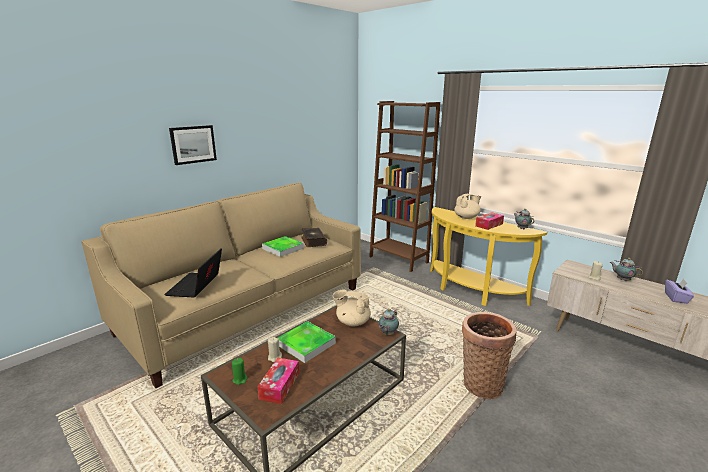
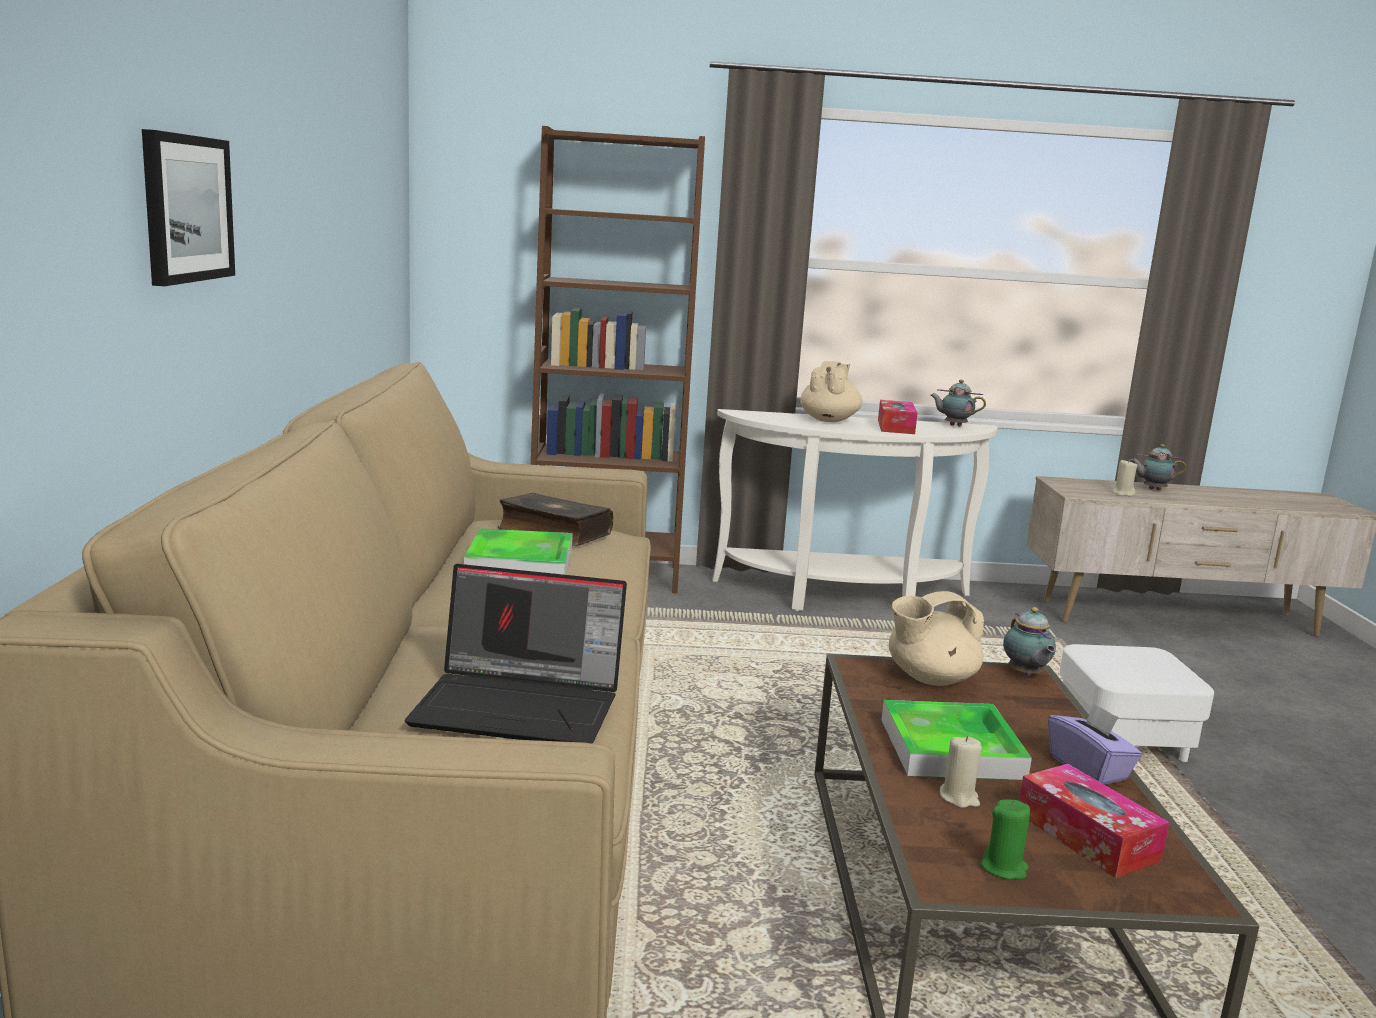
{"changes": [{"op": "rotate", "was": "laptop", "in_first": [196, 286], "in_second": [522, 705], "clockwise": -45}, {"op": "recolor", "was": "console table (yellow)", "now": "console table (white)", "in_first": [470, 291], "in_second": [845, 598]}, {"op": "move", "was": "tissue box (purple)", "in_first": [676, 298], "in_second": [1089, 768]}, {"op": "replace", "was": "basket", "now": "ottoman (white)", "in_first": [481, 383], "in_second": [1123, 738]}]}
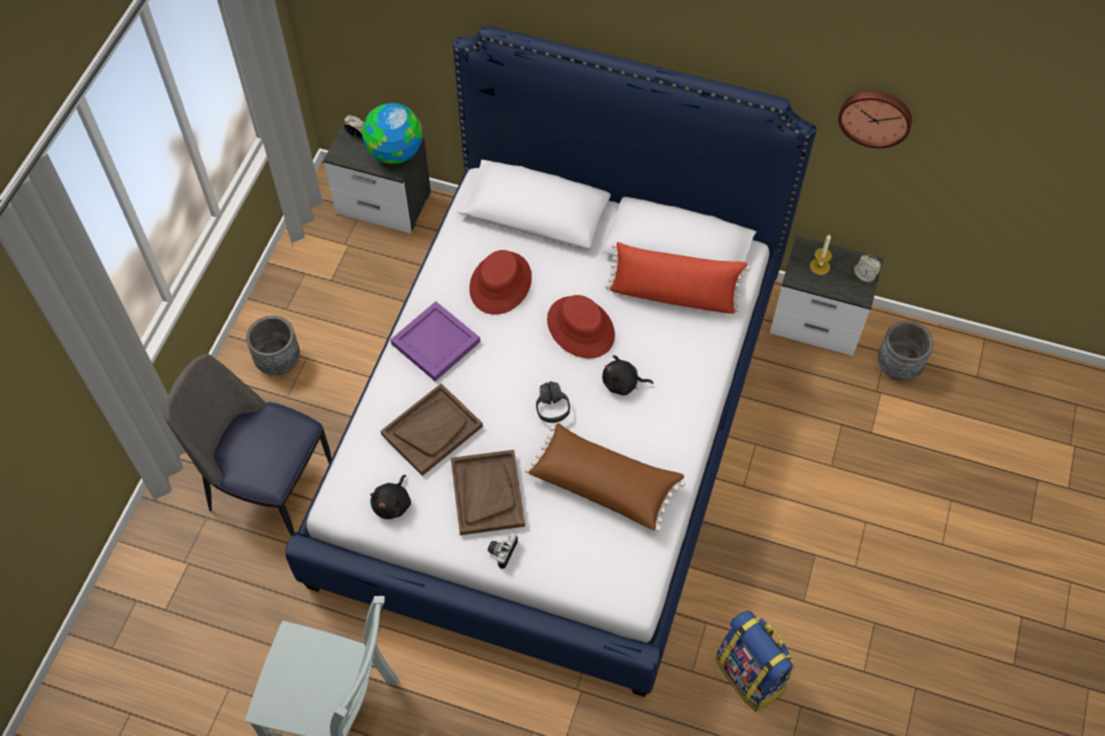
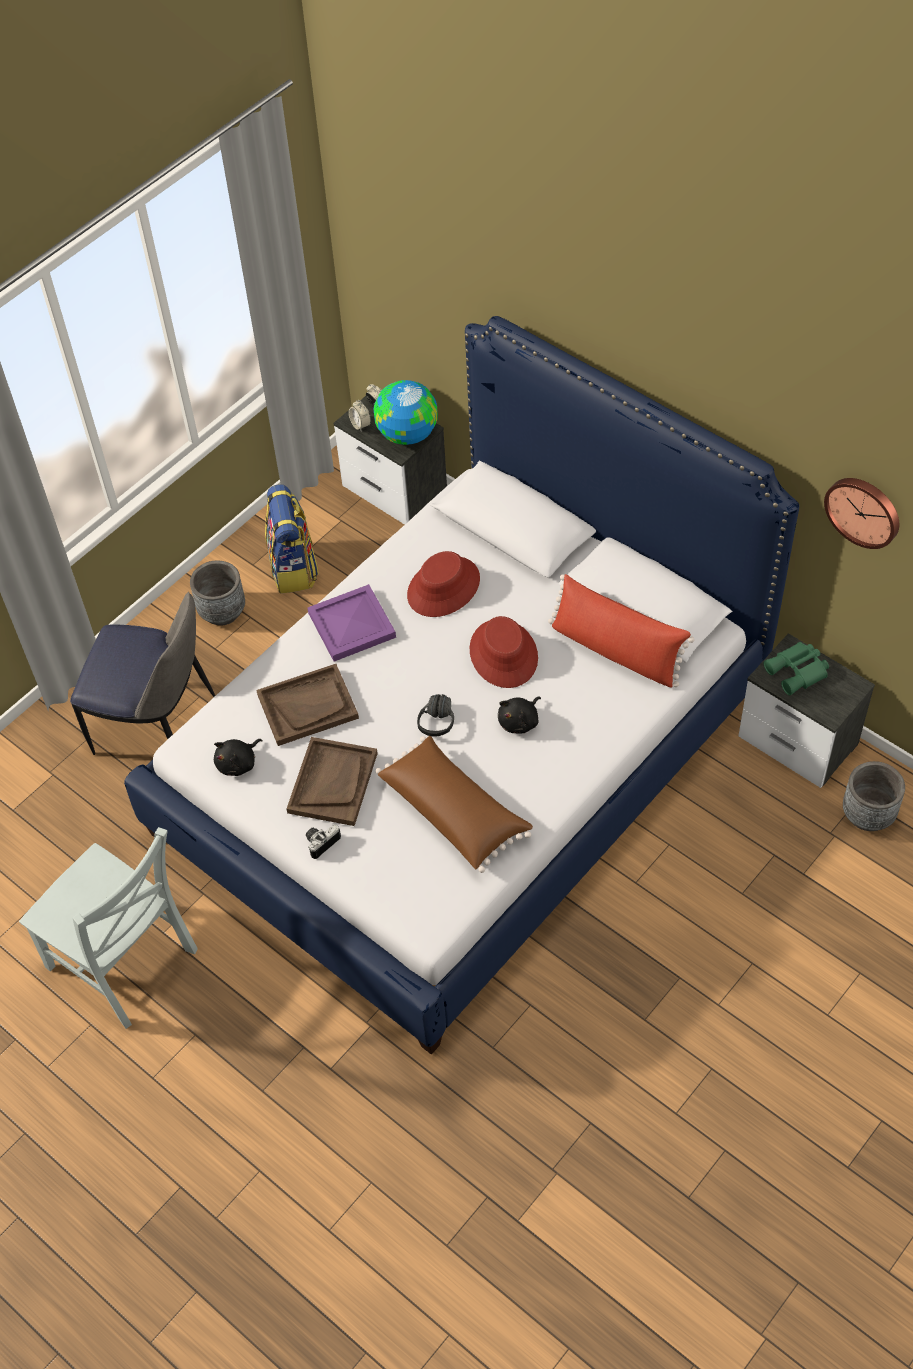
{"changes": [{"op": "rotate", "was": "chair", "in_first": [268, 486], "in_second": [159, 727], "clockwise": 150}, {"op": "move", "was": "backpack", "in_first": [751, 674], "in_second": [294, 568]}, {"op": "move", "was": "alarm clock", "in_first": [864, 276], "in_second": [360, 425]}, {"op": "rotate", "was": "plush toy (black)", "in_first": [622, 383], "in_second": [520, 721], "clockwise": -75}, {"op": "replace", "was": "candle", "now": "binoculars (green)", "in_first": [819, 266], "in_second": [798, 672]}]}
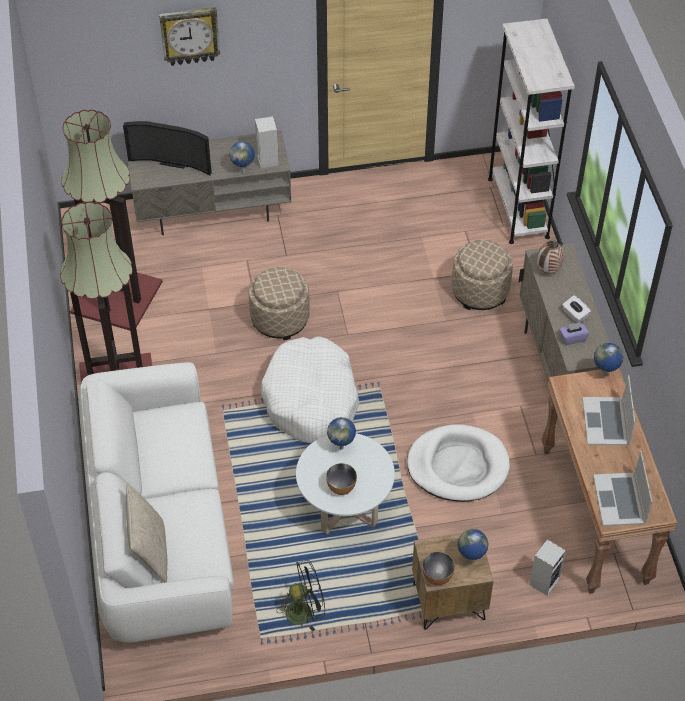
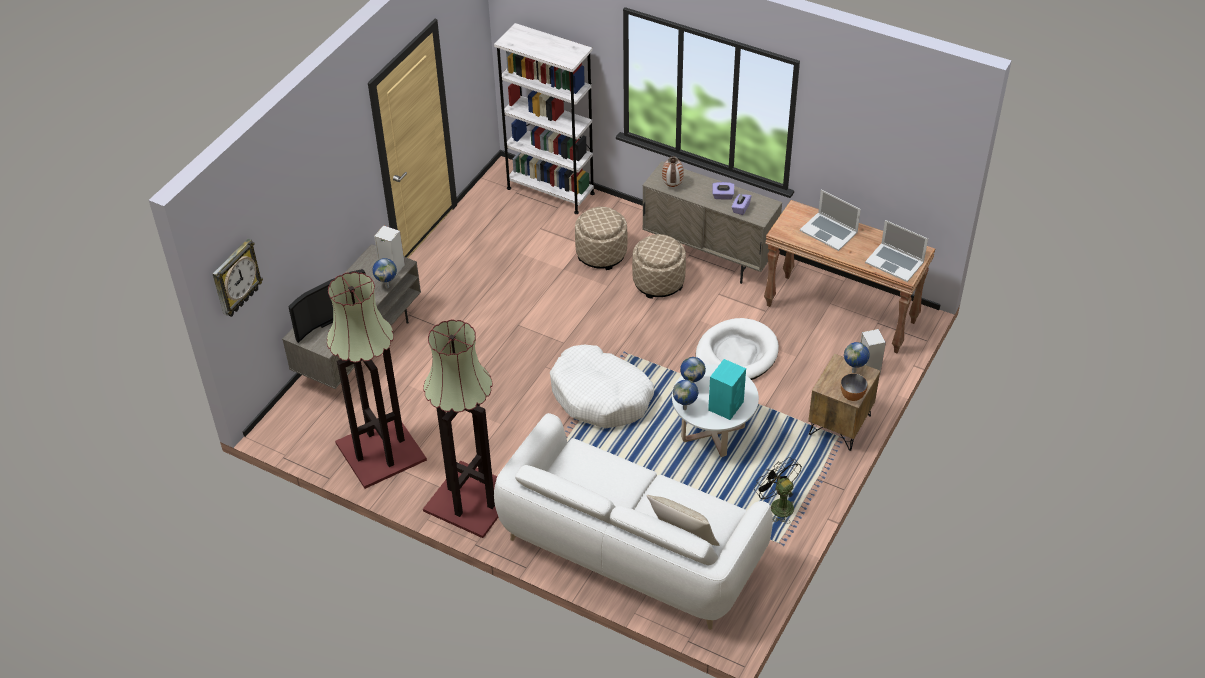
{"changes": [{"op": "move", "was": "wall clock", "in_first": [190, 35], "in_second": [235, 278]}, {"op": "move", "was": "ottoman (beige)", "in_first": [280, 319], "in_second": [658, 282]}, {"op": "move", "was": "globe", "in_first": [605, 375], "in_second": [685, 408]}, {"op": "replace", "was": "bowl", "now": "speaker (turquoise)", "in_first": [341, 487], "in_second": [726, 405]}, {"op": "recolor", "was": "tissue box (white)", "now": "tissue box (purple)", "in_first": [575, 315], "in_second": [723, 196]}, {"op": "rotate", "was": "fan (black)", "in_first": [304, 610], "in_second": [777, 505], "clockwise": -60}]}
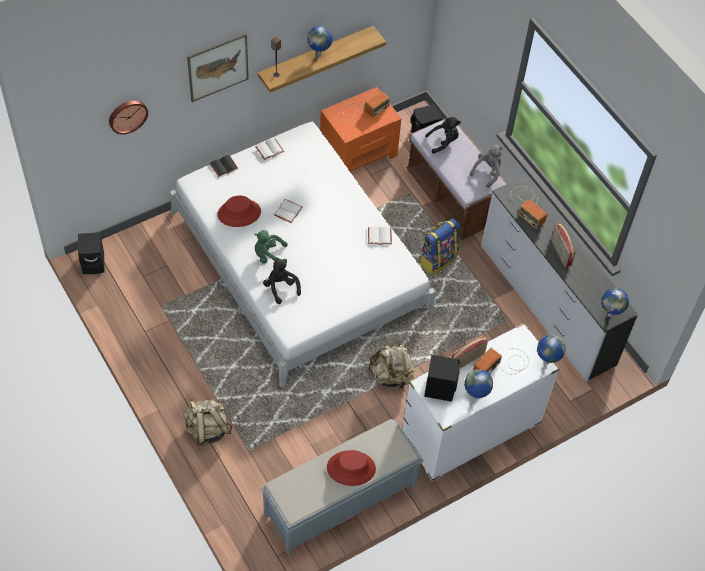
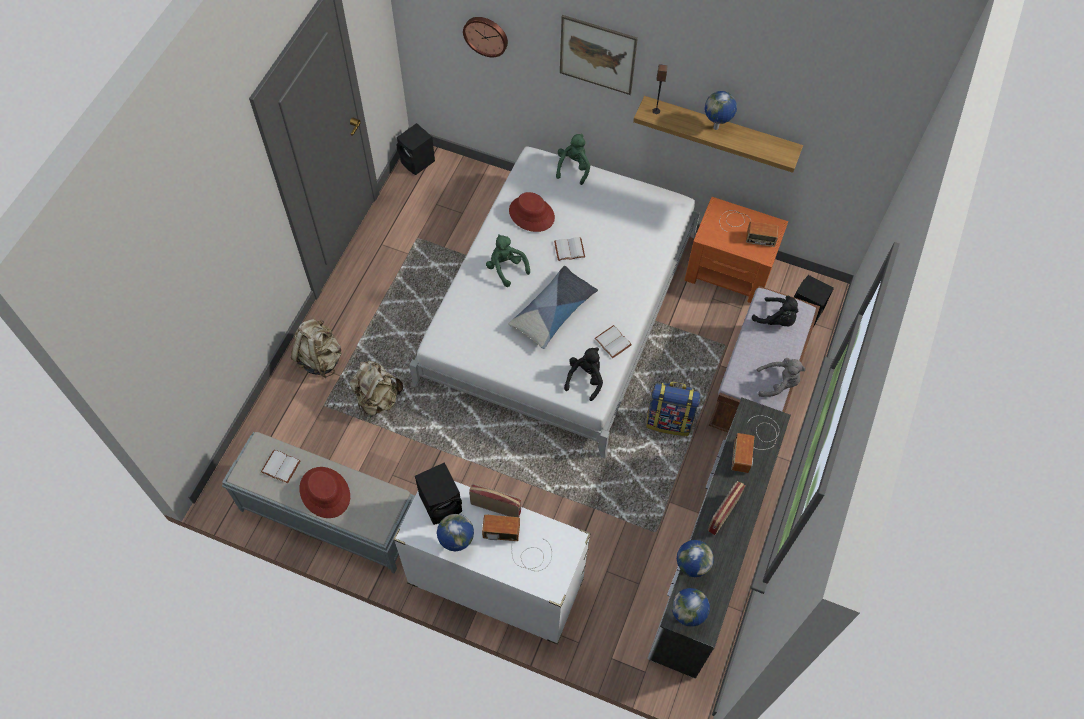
{"changes": [{"op": "move", "was": "book (white)", "in_first": [269, 150], "in_second": [280, 467]}, {"op": "move", "was": "backpack (beige)", "in_first": [391, 376], "in_second": [377, 398]}, {"op": "insert", "now": "pillow", "in_second": [553, 312]}, {"op": "replace", "was": "book (black)", "now": "plush toy (green)", "in_first": [223, 166], "in_second": [573, 168]}, {"op": "move", "was": "plush toy (black)", "in_first": [281, 287], "in_second": [585, 379]}, {"op": "move", "was": "globe", "in_first": [546, 362], "in_second": [689, 568]}]}
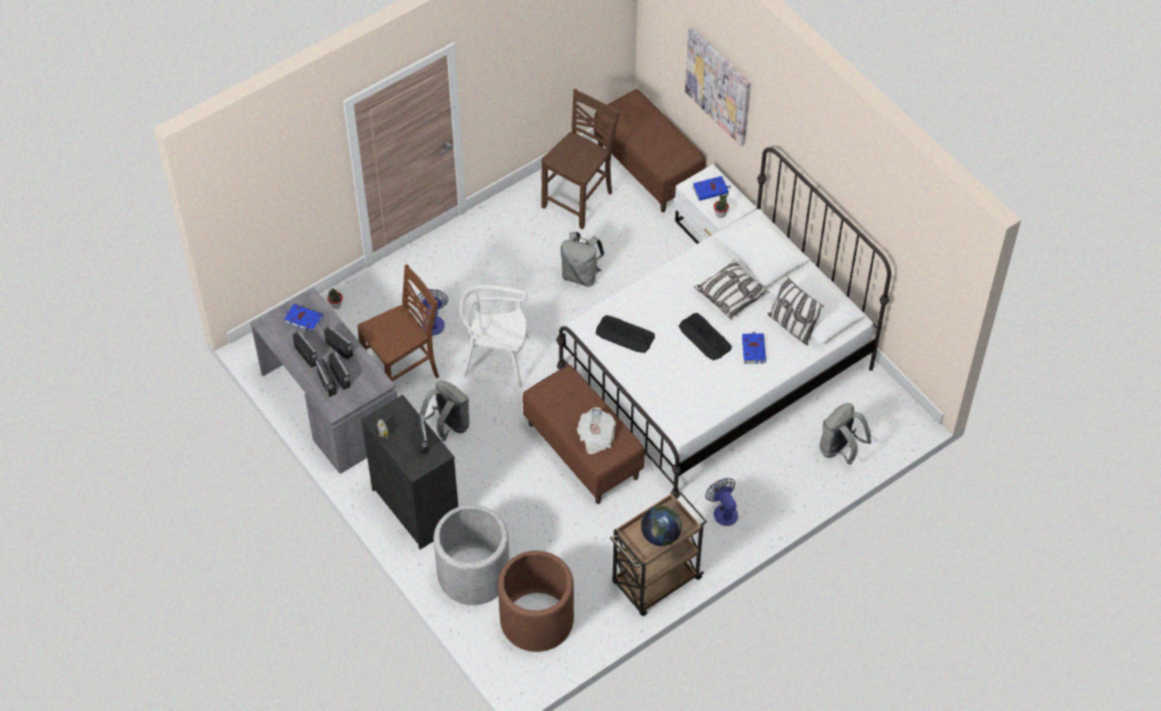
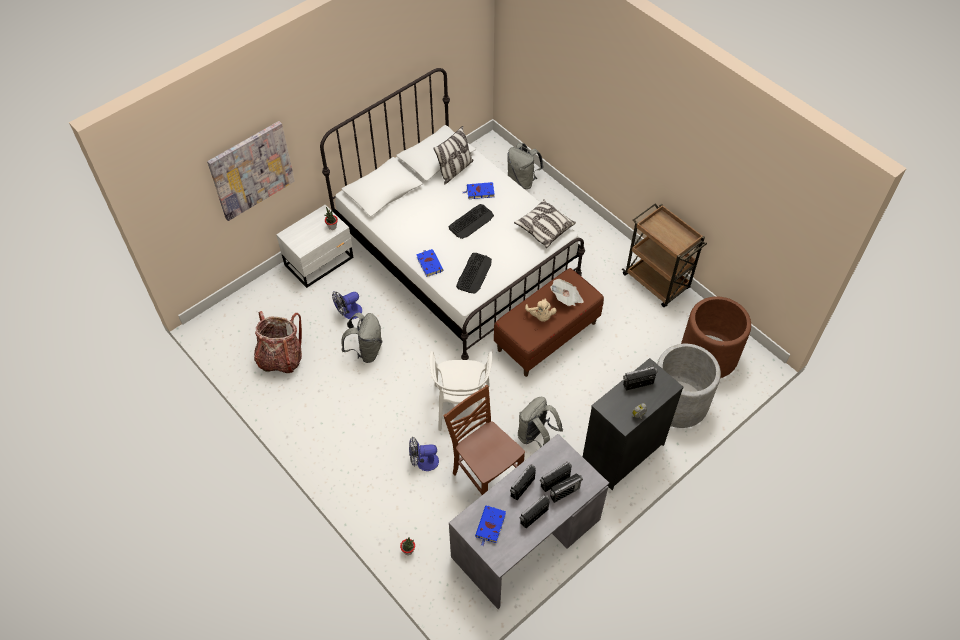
{"changes": [{"op": "replace", "was": "chair (brown)", "now": "backpack", "in_first": [579, 200], "in_second": [280, 358]}, {"op": "move", "was": "fan", "in_first": [723, 511], "in_second": [348, 313]}, {"op": "move", "was": "book (blue)", "in_first": [711, 190], "in_second": [429, 263]}, {"op": "move", "was": "pillow", "in_first": [731, 295], "in_second": [544, 228]}, {"op": "insert", "now": "plush toy (beige)", "in_second": [540, 316]}, {"op": "delete", "was": "bench (brown)", "in_first": [649, 168]}, {"op": "delete", "was": "globe", "in_first": [661, 535]}]}
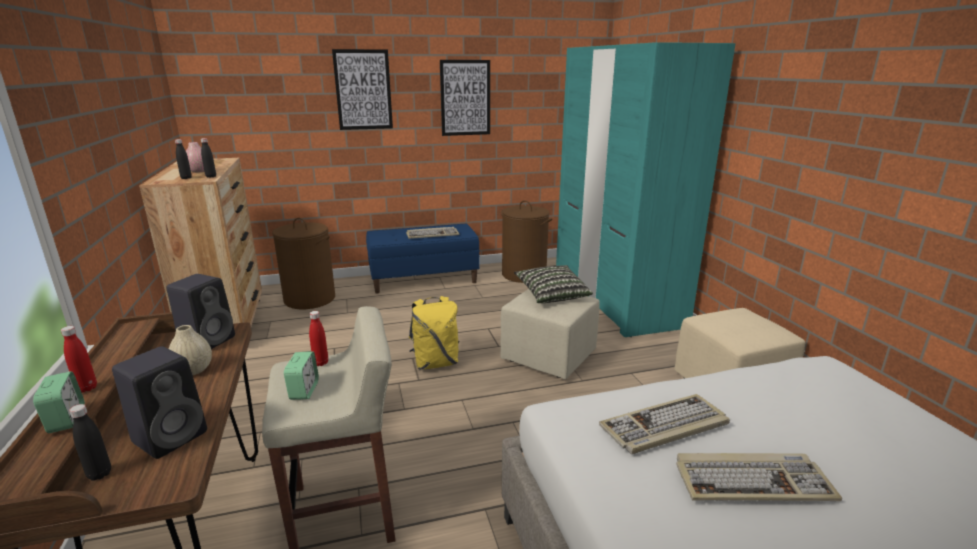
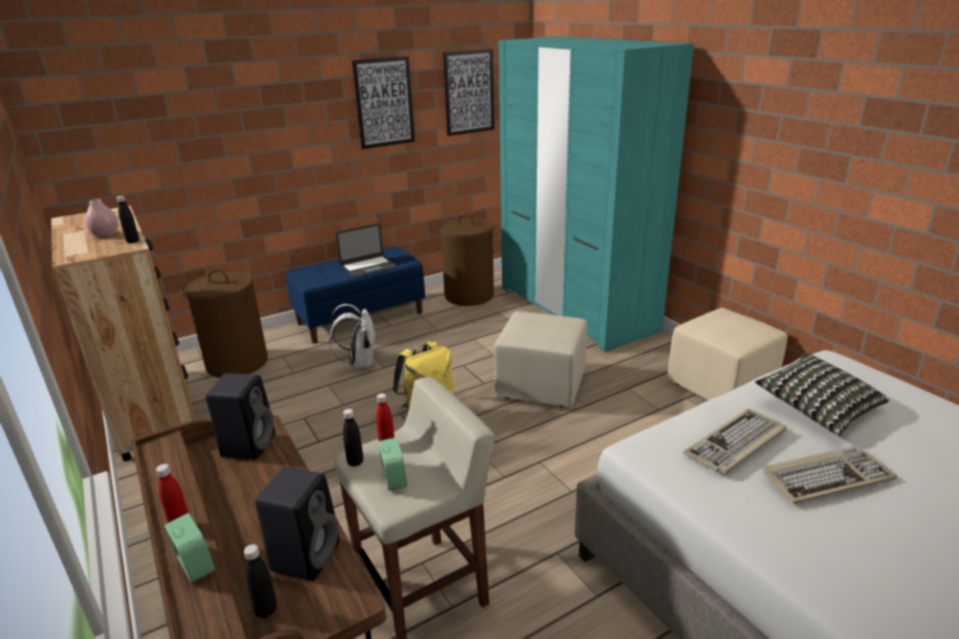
{"changes": [{"op": "insert", "now": "backpack (white)", "in_second": [359, 363]}, {"op": "replace", "was": "keyboard", "now": "laptop", "in_first": [432, 235], "in_second": [368, 266]}, {"op": "move", "was": "bottle (black)", "in_first": [186, 178], "in_second": [355, 462]}, {"op": "move", "was": "picture", "in_first": [363, 90], "in_second": [469, 92]}, {"op": "move", "was": "pillow", "in_first": [552, 294], "in_second": [817, 407]}, {"op": "delete", "was": "vase (beige)", "in_first": [193, 370]}]}
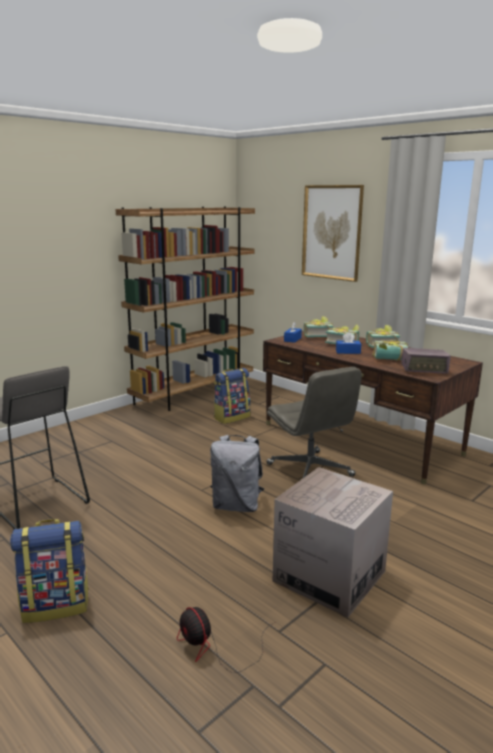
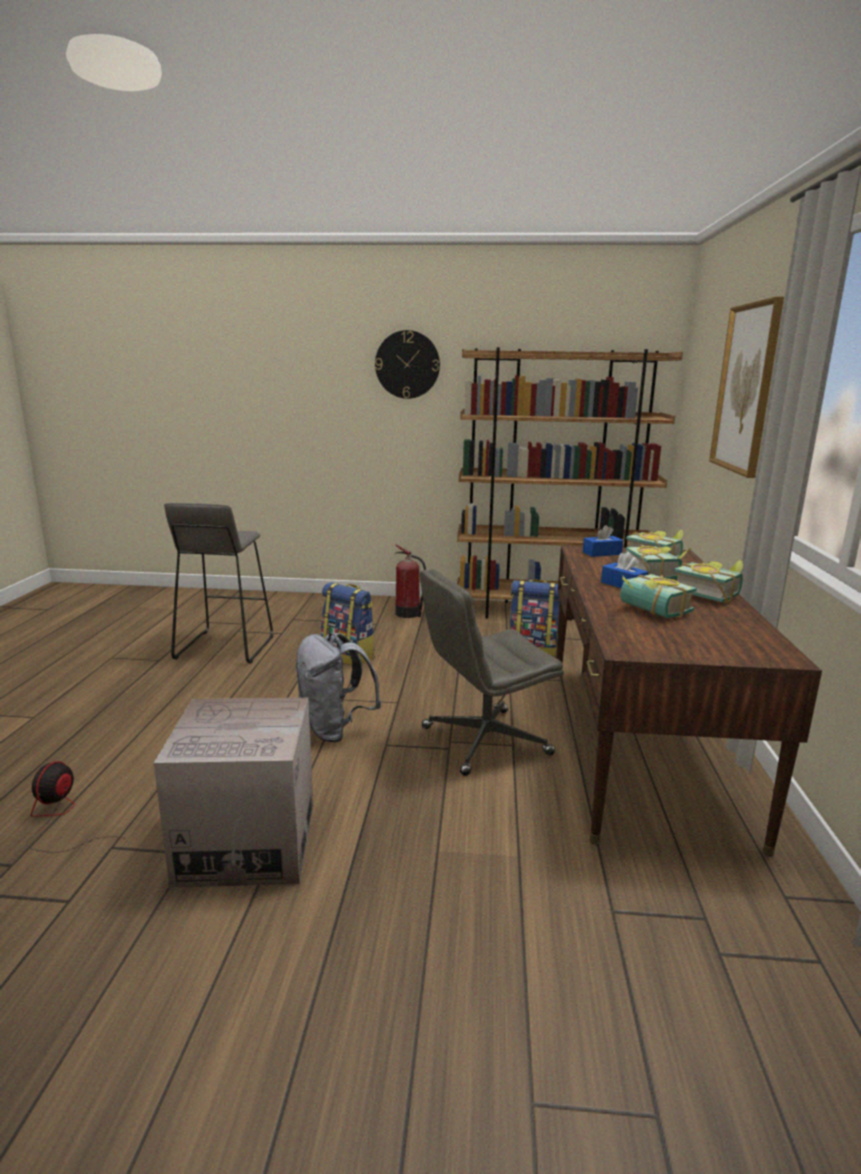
{"changes": [{"op": "move", "was": "backpack", "in_first": [56, 605], "in_second": [349, 656]}, {"op": "insert", "now": "wall clock", "in_second": [407, 364]}, {"op": "insert", "now": "fire extinguisher", "in_second": [409, 614]}, {"op": "rotate", "was": "office chair (grey)", "in_first": [310, 470], "in_second": [484, 741], "clockwise": 45}, {"op": "delete", "was": "radio", "in_first": [424, 369]}]}
